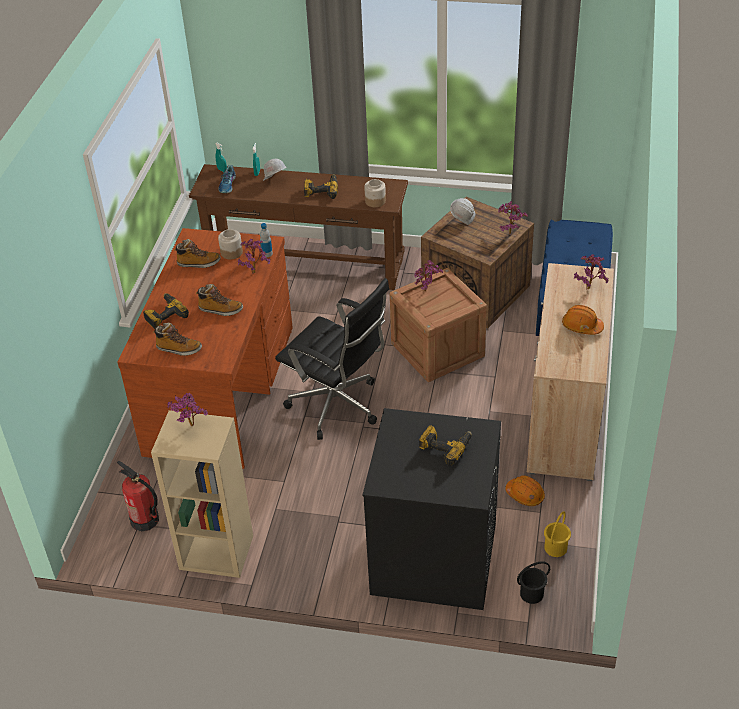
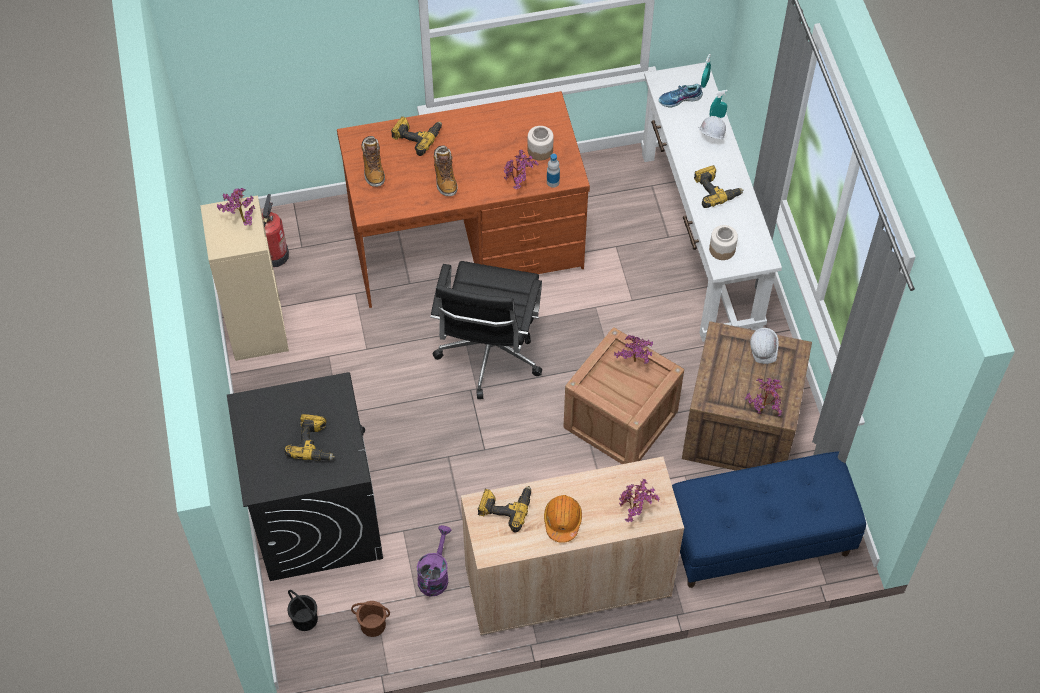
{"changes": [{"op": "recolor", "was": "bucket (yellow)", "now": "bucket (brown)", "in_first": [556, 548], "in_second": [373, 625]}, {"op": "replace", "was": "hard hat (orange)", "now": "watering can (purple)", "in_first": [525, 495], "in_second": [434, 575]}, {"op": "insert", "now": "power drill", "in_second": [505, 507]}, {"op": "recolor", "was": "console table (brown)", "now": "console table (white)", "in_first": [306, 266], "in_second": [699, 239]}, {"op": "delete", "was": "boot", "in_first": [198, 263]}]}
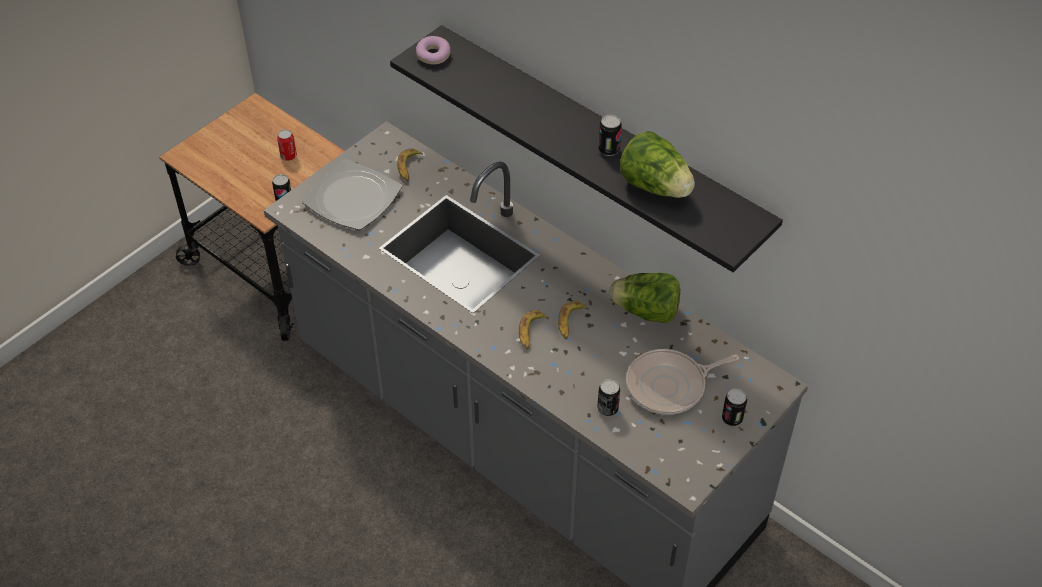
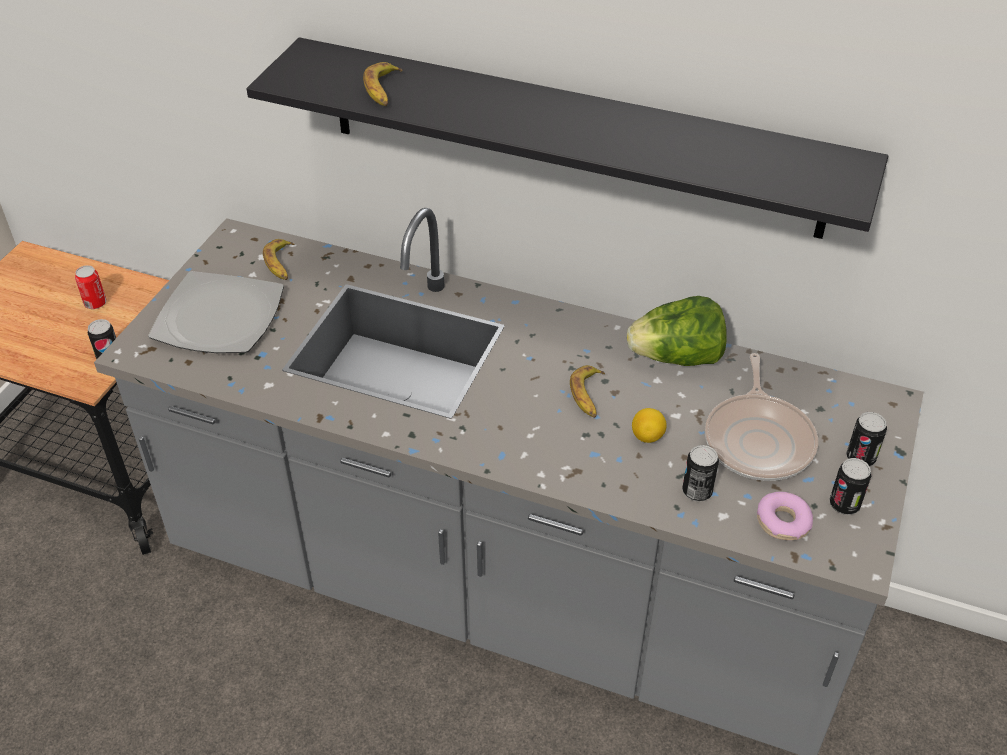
{"changes": [{"op": "move", "was": "banana", "in_first": [531, 332], "in_second": [383, 91]}, {"op": "insert", "now": "lemon", "in_second": [647, 436]}, {"op": "rotate", "was": "frying pan", "in_first": [670, 386], "in_second": [759, 439], "clockwise": -45}, {"op": "move", "was": "donut", "in_first": [433, 55], "in_second": [782, 522]}, {"op": "move", "was": "can", "in_first": [608, 150], "in_second": [844, 504]}, {"op": "delete", "was": "lettuce", "in_first": [655, 186]}]}
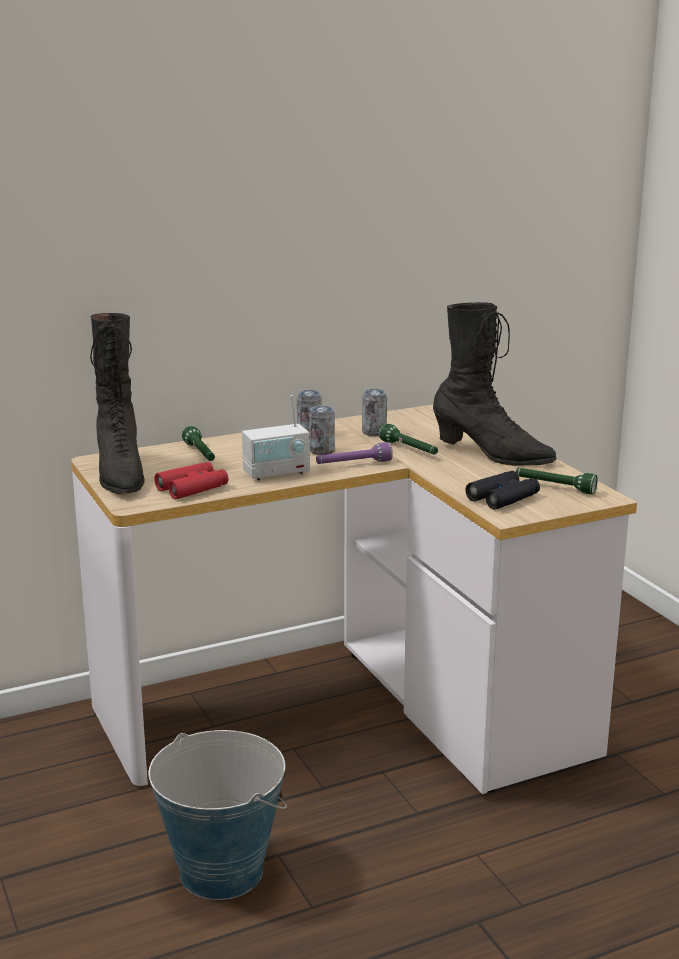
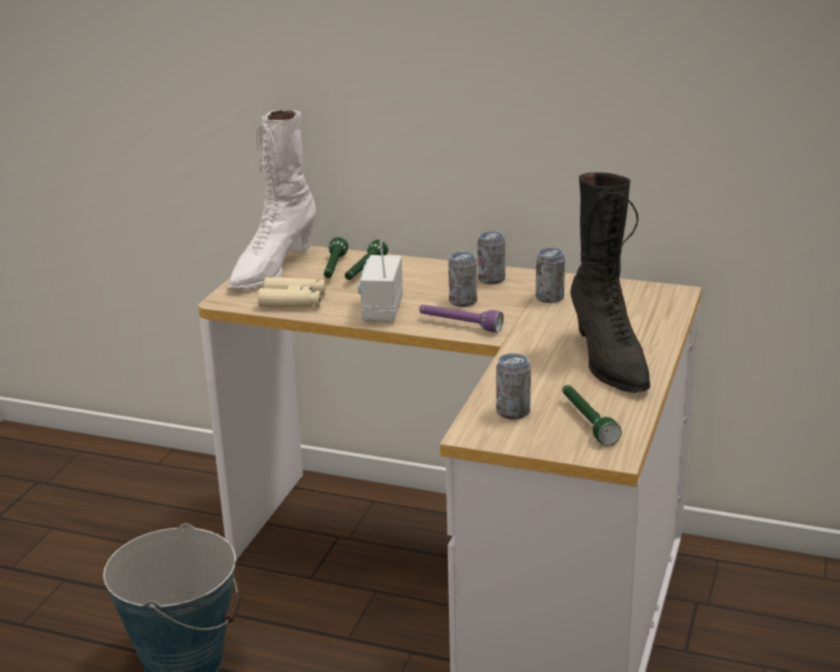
{"changes": [{"op": "recolor", "was": "boot (black)", "now": "boot (white)", "in_first": [120, 474], "in_second": [272, 269]}, {"op": "recolor", "was": "binoculars (red)", "now": "binoculars (beige)", "in_first": [192, 488], "in_second": [293, 301]}, {"op": "move", "was": "flashlight (green)", "in_first": [409, 450], "in_second": [334, 268]}, {"op": "rotate", "was": "radio", "in_first": [277, 473], "in_second": [382, 310], "clockwise": 75}, {"op": "replace", "was": "binoculars (black)", "now": "can", "in_first": [503, 497], "in_second": [513, 412]}]}
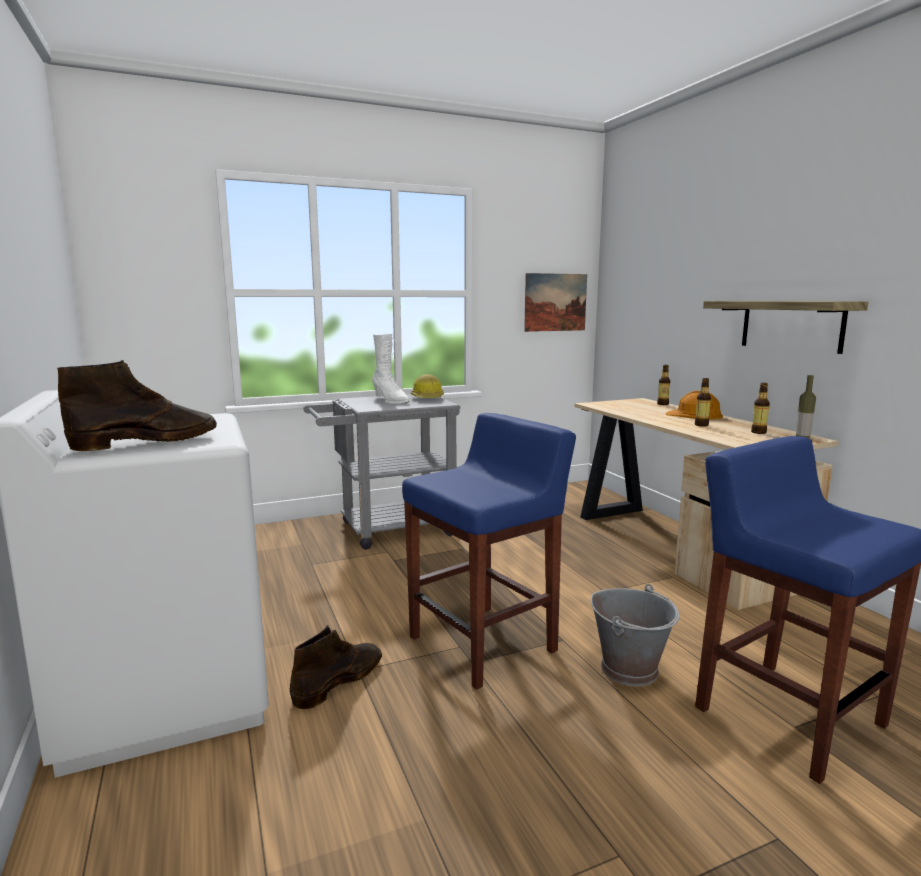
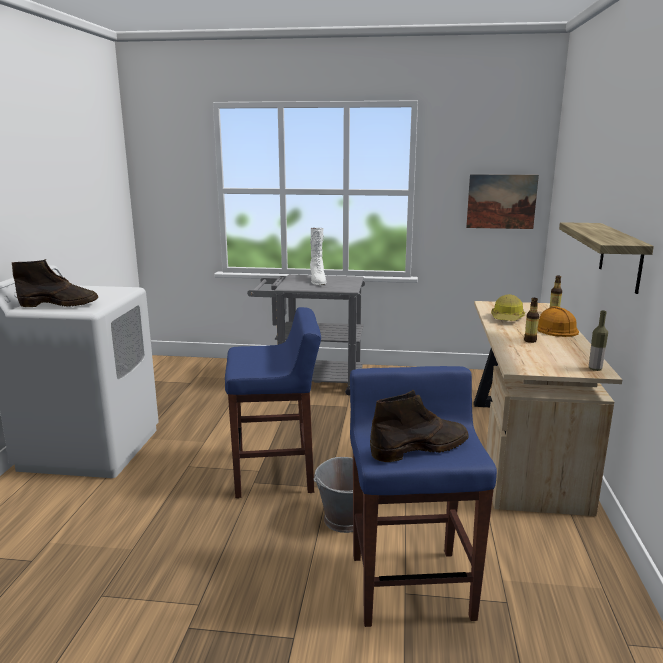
{"changes": [{"op": "move", "was": "boot (brown)", "in_first": [339, 680], "in_second": [420, 448]}, {"op": "move", "was": "hard hat", "in_first": [428, 398], "in_second": [507, 318]}, {"op": "delete", "was": "bottle", "in_first": [758, 432]}]}
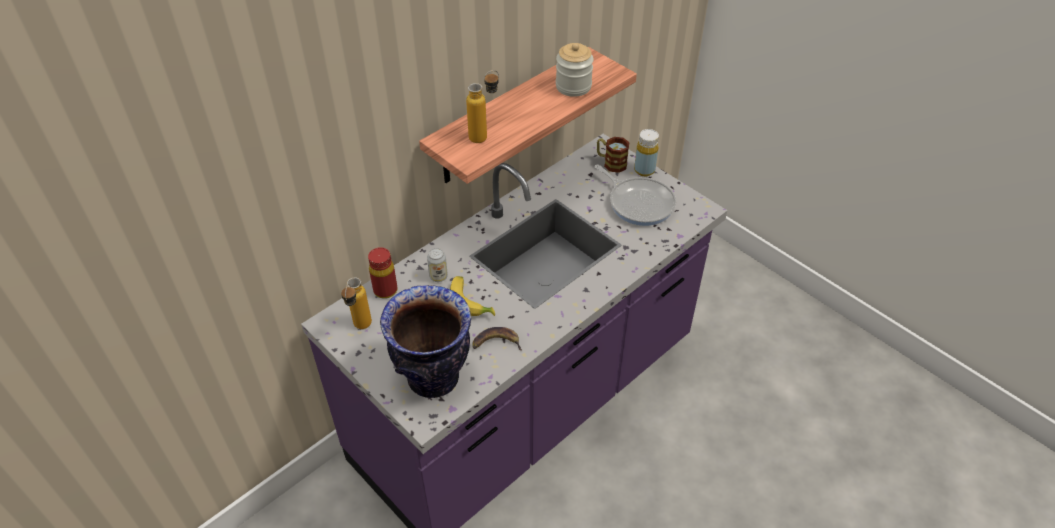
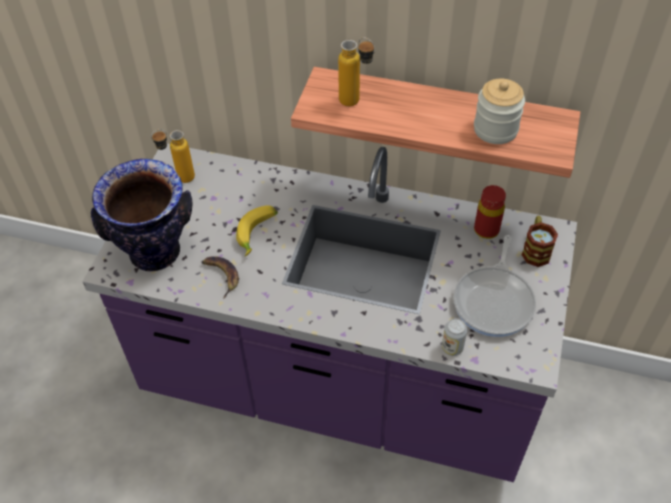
{"changes": [{"op": "move", "was": "can", "in_first": [438, 276], "in_second": [452, 347]}, {"op": "move", "was": "bottle (red)", "in_first": [385, 290], "in_second": [486, 230]}, {"op": "delete", "was": "bottle (yellow)", "in_first": [644, 170]}]}
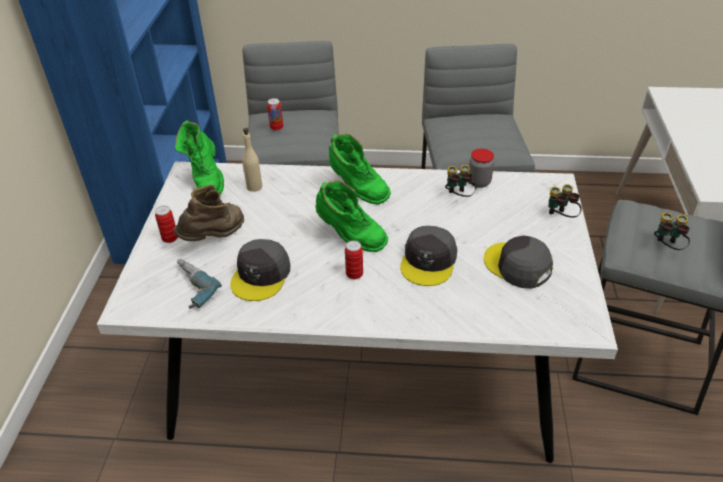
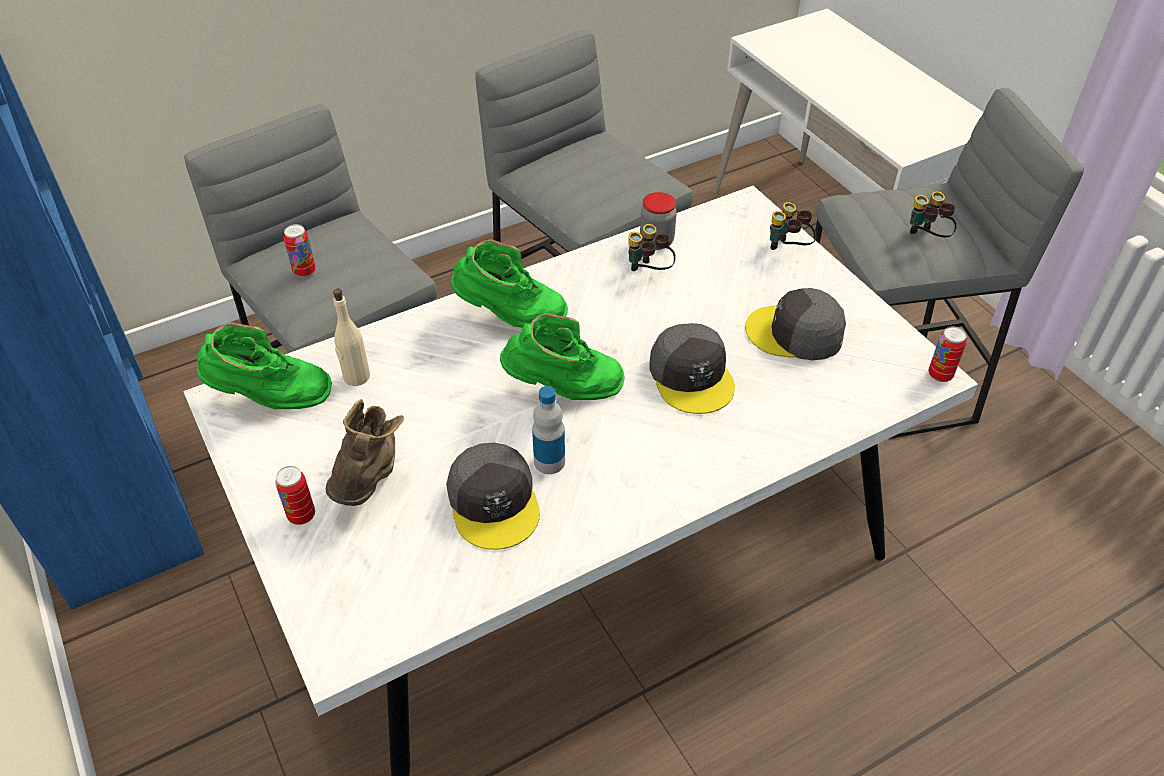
{"changes": [{"op": "rotate", "was": "boot (green)", "in_first": [207, 180], "in_second": [270, 399], "clockwise": -45}, {"op": "insert", "now": "bottle", "in_second": [549, 462]}, {"op": "move", "was": "can", "in_first": [354, 274], "in_second": [940, 375]}, {"op": "delete", "was": "power drill", "in_first": [189, 288]}]}
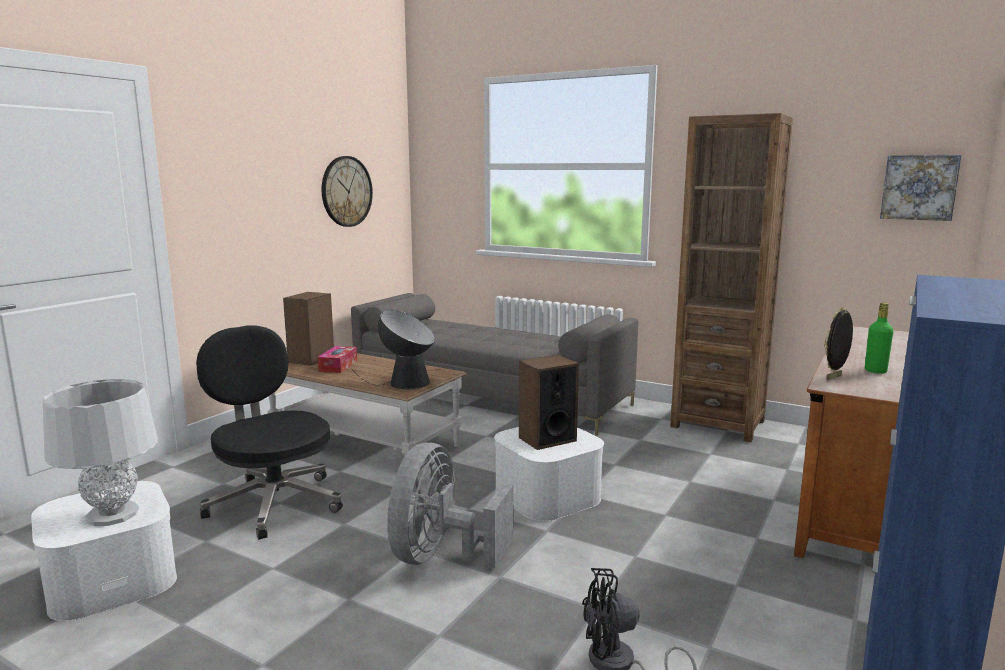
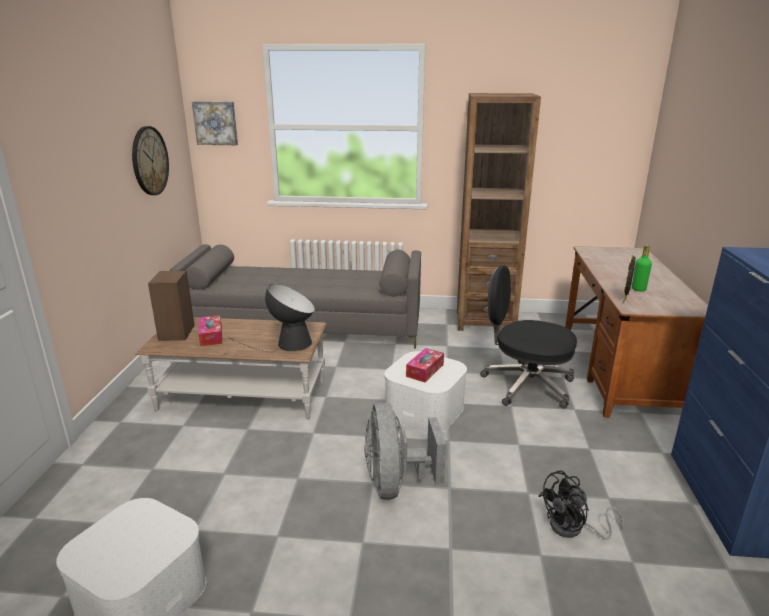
{"changes": [{"op": "move", "was": "picture", "in_first": [919, 187], "in_second": [216, 123]}, {"op": "replace", "was": "speaker", "now": "tissue box", "in_first": [547, 439], "in_second": [425, 370]}, {"op": "move", "was": "office chair (black)", "in_first": [274, 503], "in_second": [525, 385]}, {"op": "delete", "was": "table lamp (grey)", "in_first": [112, 515]}]}
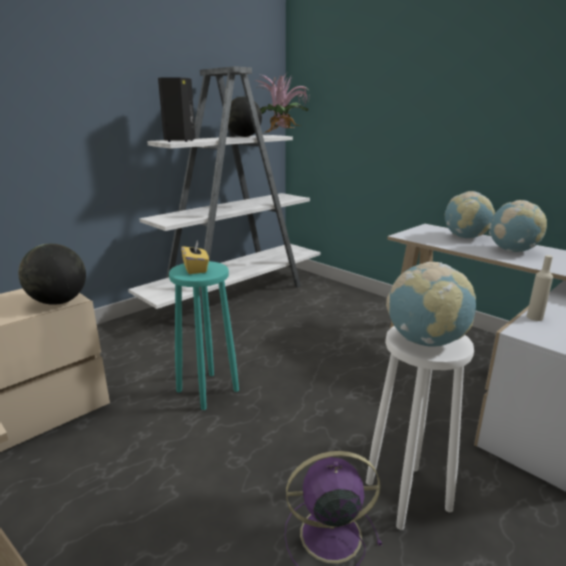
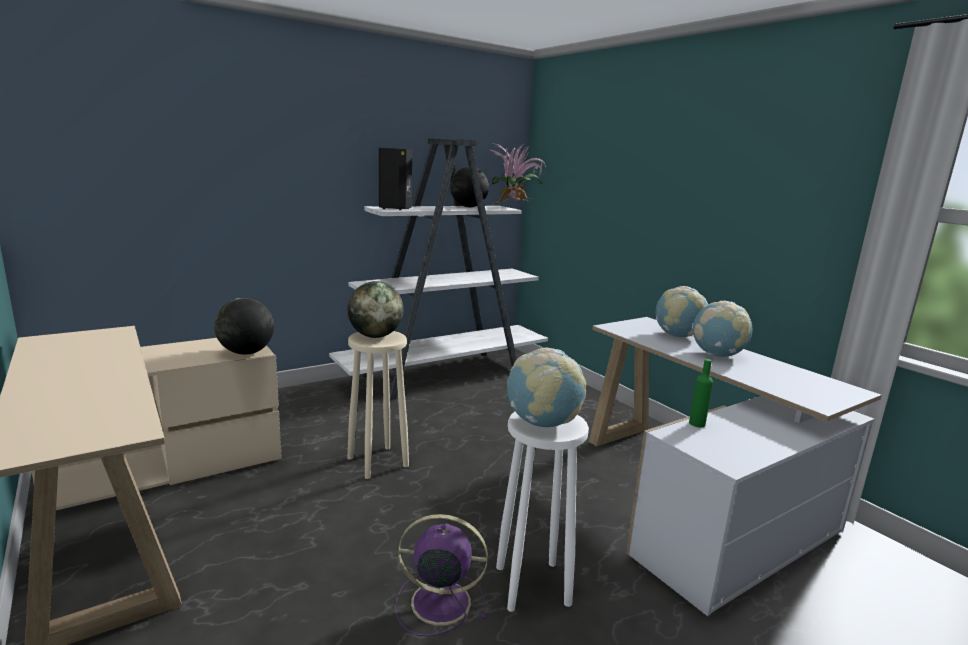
{"changes": [{"op": "recolor", "was": "stool (turquoise)", "now": "stool (beige)", "in_first": [208, 391], "in_second": [378, 462]}, {"op": "replace", "was": "tissue box (yellow)", "now": "globe", "in_first": [196, 269], "in_second": [375, 336]}, {"op": "recolor", "was": "bottle (beige)", "now": "bottle (green)", "in_first": [534, 317], "in_second": [697, 423]}]}
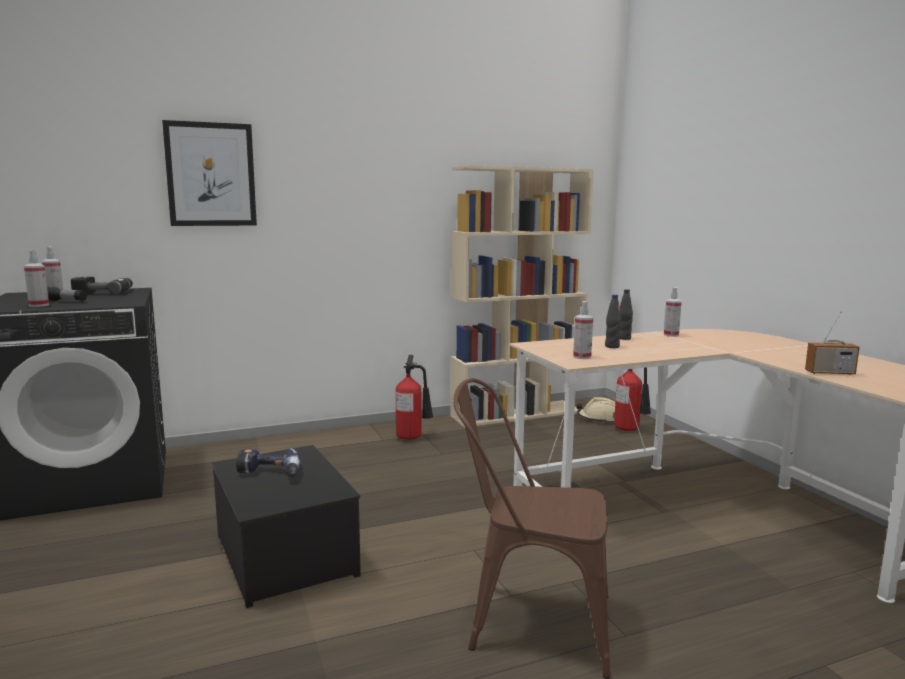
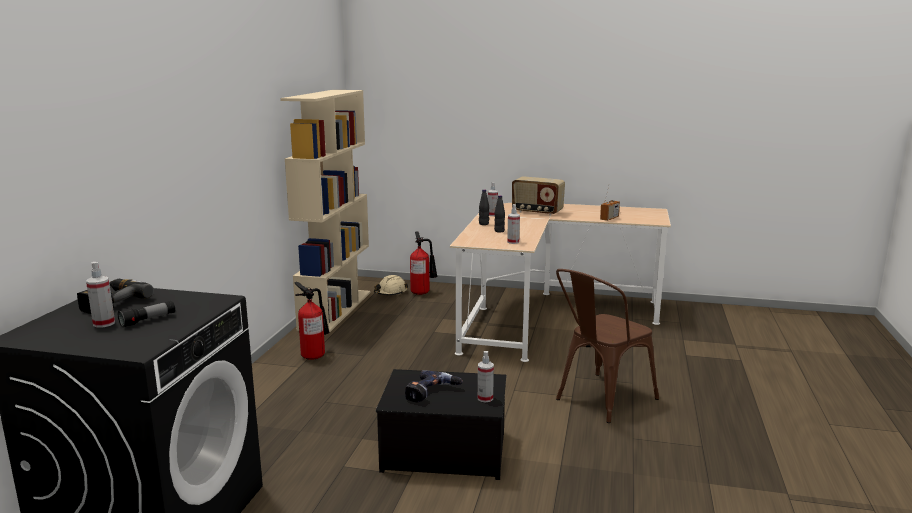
{"changes": [{"op": "move", "was": "spray bottle", "in_first": [39, 305], "in_second": [485, 398]}, {"op": "insert", "now": "radio", "in_second": [537, 212]}, {"op": "delete", "was": "picture", "in_first": [211, 174]}]}
